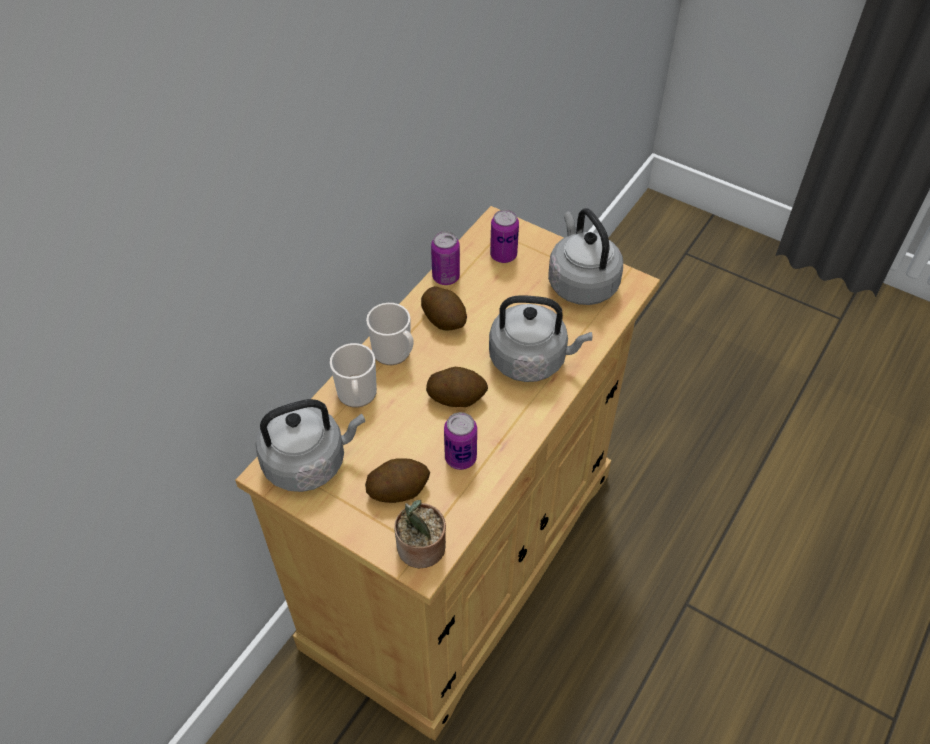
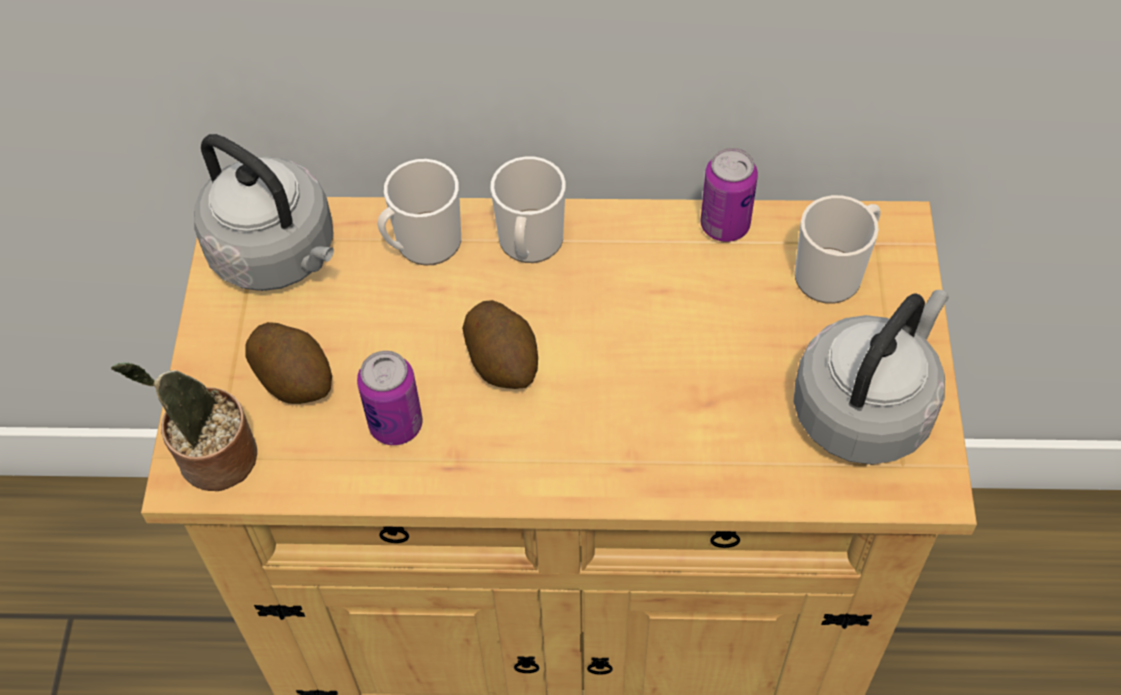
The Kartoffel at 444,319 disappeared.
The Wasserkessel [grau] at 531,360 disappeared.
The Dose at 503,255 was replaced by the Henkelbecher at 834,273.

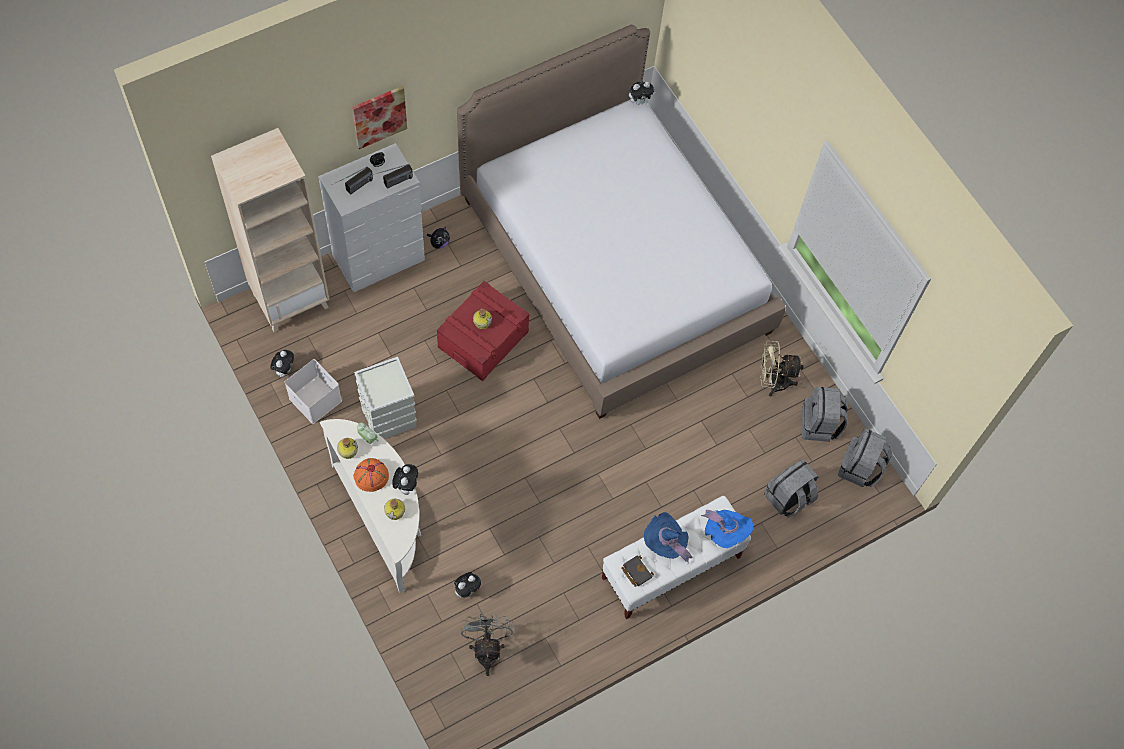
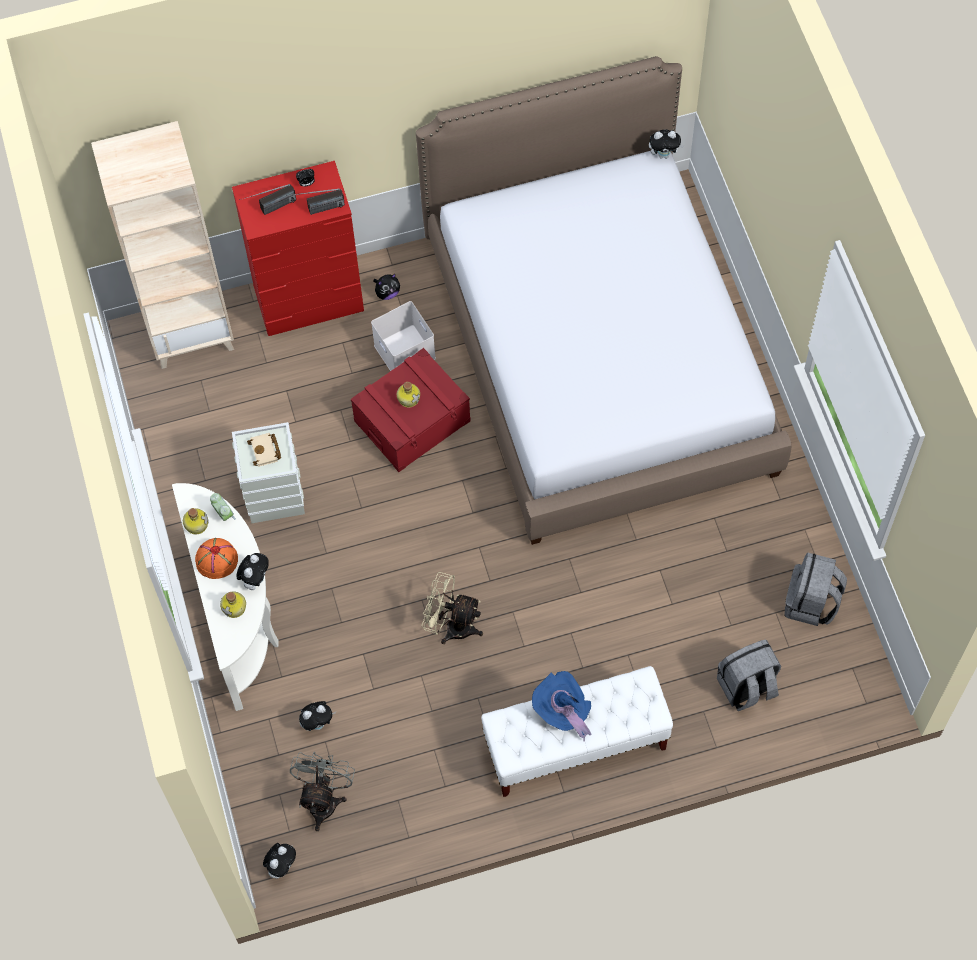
The Bild at 379,116 disappeared.
The Buch [schwarz] at 635,572 disappeared.
The Hut [blau] at 725,532 disappeared.
The Rucksack [grau] at 860,468 disappeared.
The Buch [beige] at 266,451 appeared.
The Plüschtier moved from 284,370 to 282,866.
The Aufbewahrungsbox [weiß] moved from 314,399 to 403,351.
The Ventilator [beige] moved from 773,382 to 452,626.
The Kommode [weiß] at 379,258 became the Kommode [rot] at 309,300.

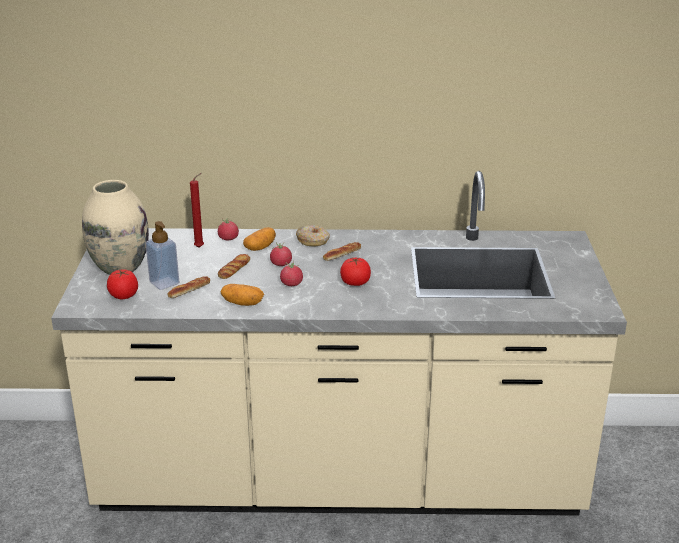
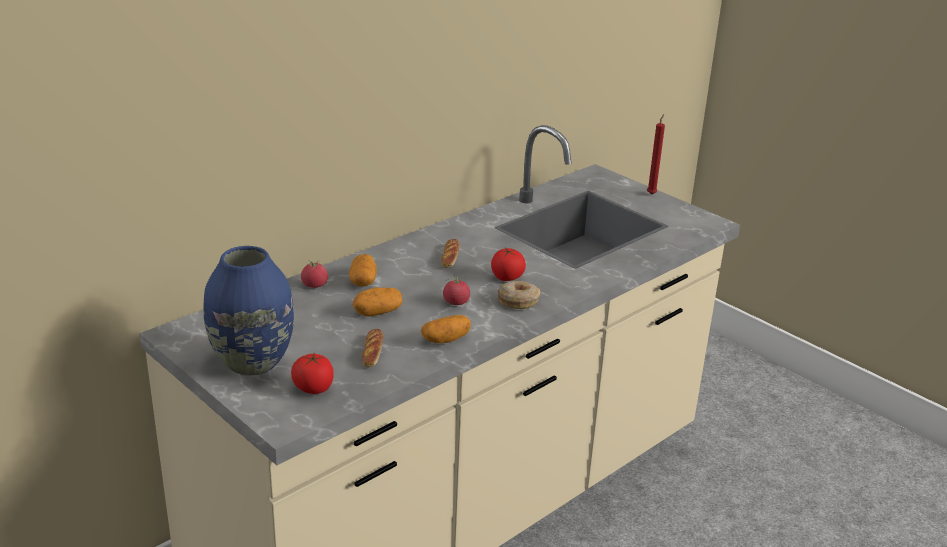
The Seifenspender at 164,283 disappeared.
The Tomate at 281,264 disappeared.
The Kerze [rot] moved from 200,247 to 652,194.
The Donut moved from 313,241 to 518,301.
The Brot at 234,269 was replaced by the Kartoffel at 377,312.
The Vase [beige] at 119,267 became the Vase [blau] at 251,362.

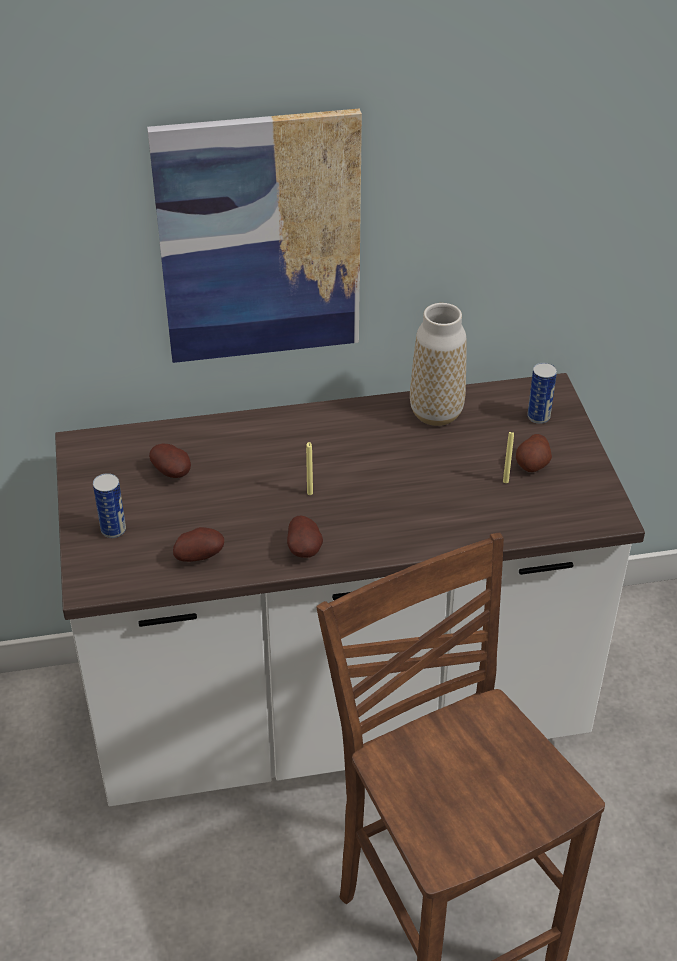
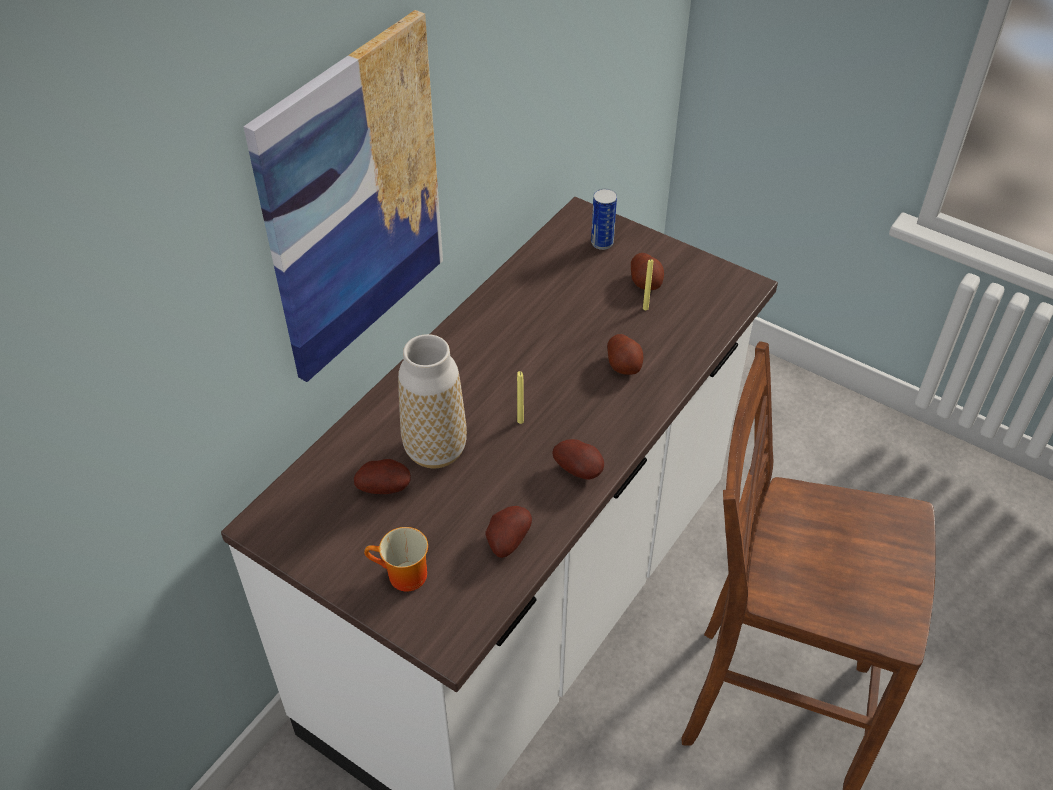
The Kartoffel at 624,365 appeared.
The Vase moved from 436,413 to 435,450.
The Dose at 113,530 was replaced by the Henkelbecher at 402,577.

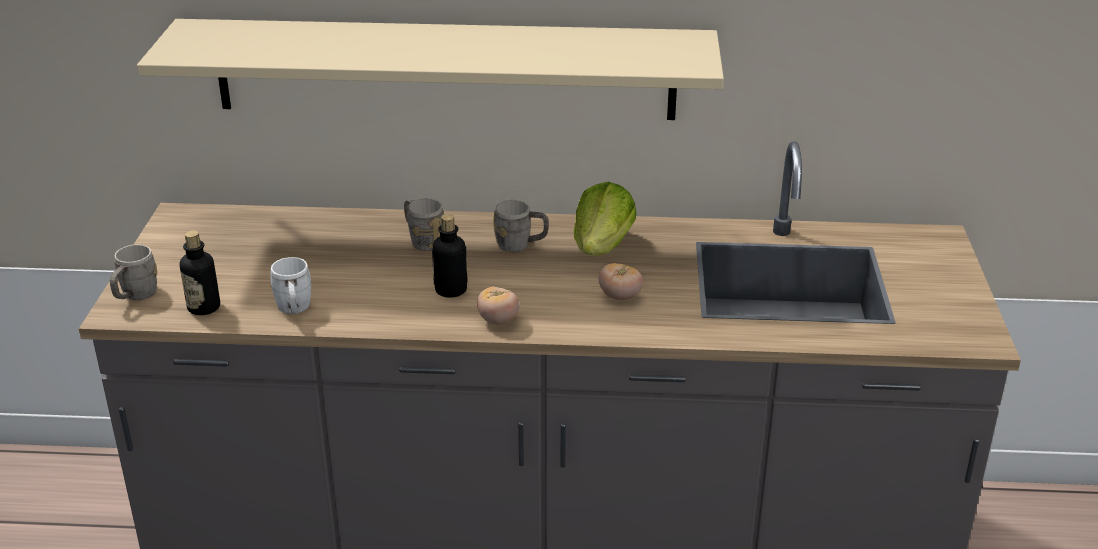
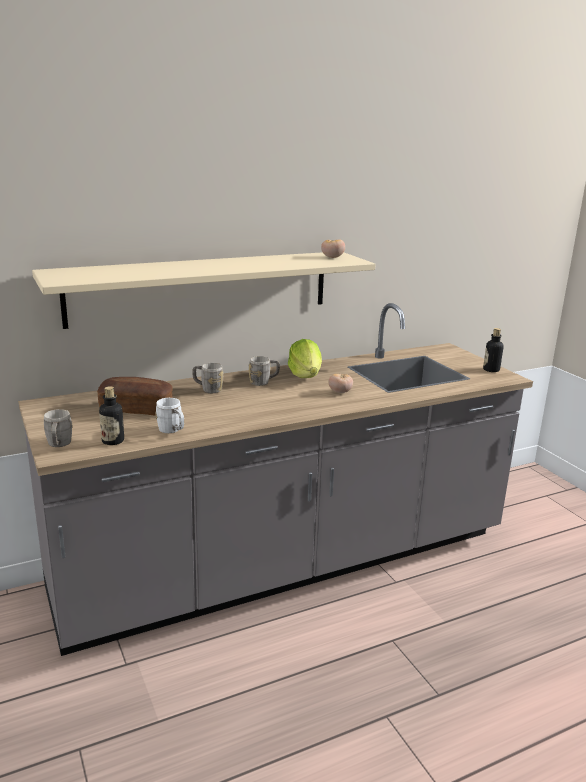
The Brot at 136,409 appeared.
The Flasche moved from 451,290 to 491,370.
The Tomate moved from 498,320 to 332,257.

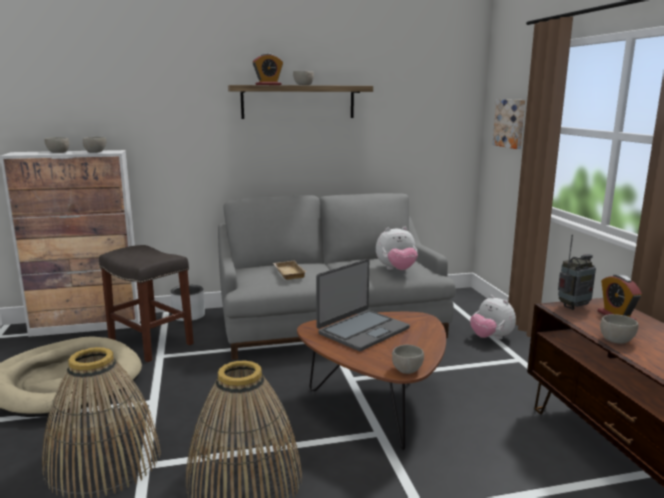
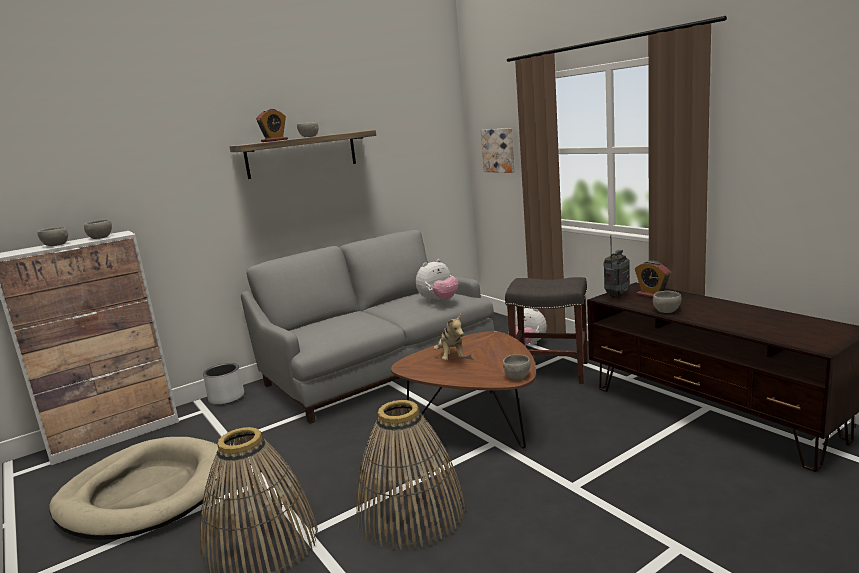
The Tablett [beige] at 288,273 disappeared.
The Hocker [grau] moved from 152,343 to 551,371.
The Laptop at 362,331 was replaced by the Plüschtier at 451,357.

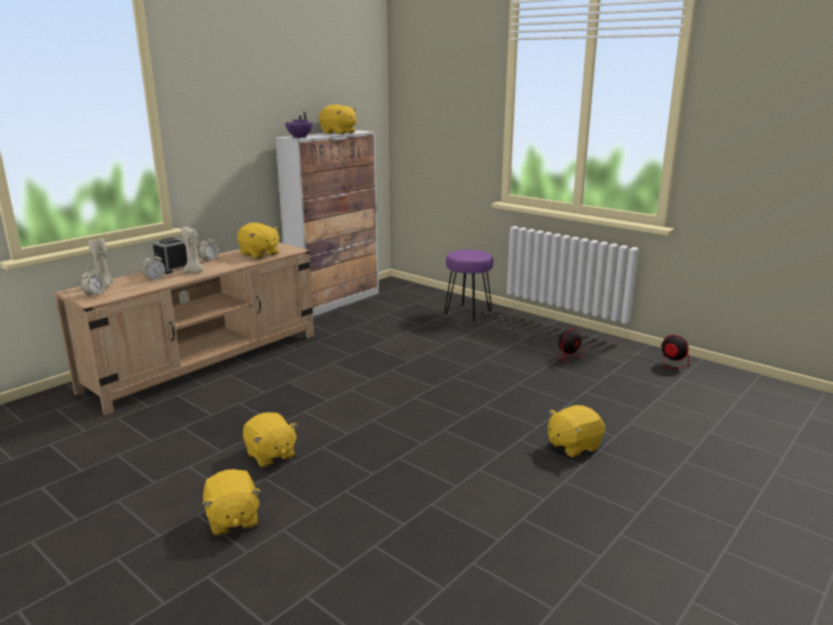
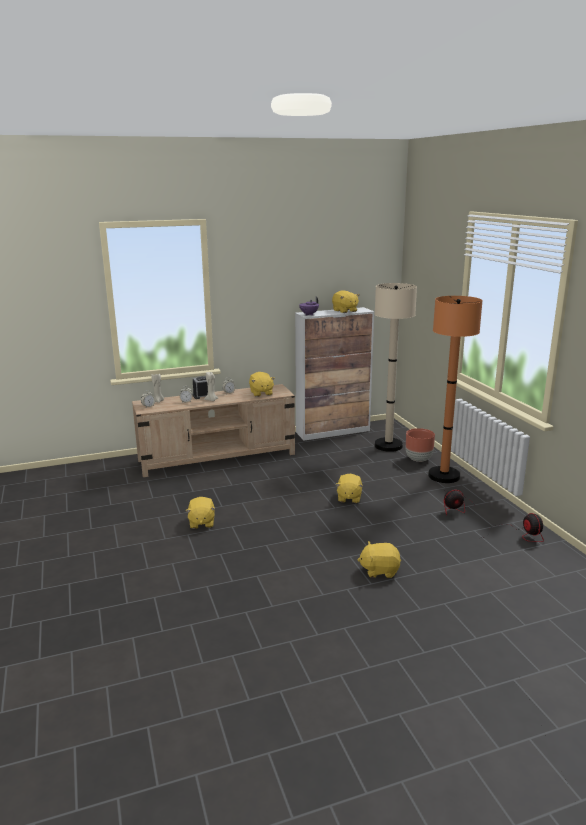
The Stehlampe [beige] at 388,446 appeared.
The Stehlampe [orange] at 444,476 appeared.
The Plüschtier [gelb] moved from 232,520 to 349,498.
The Hocker [lila] at 468,312 was replaced by the Pflanzkübel [braun] at 419,459.

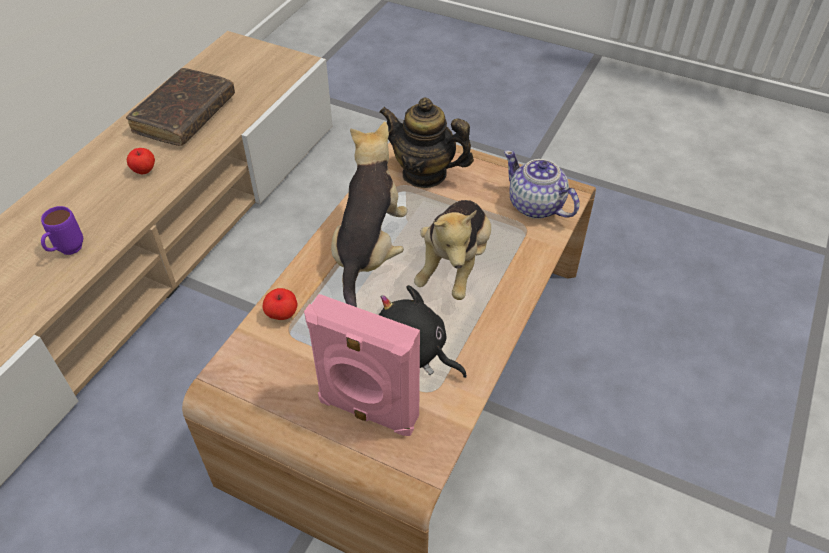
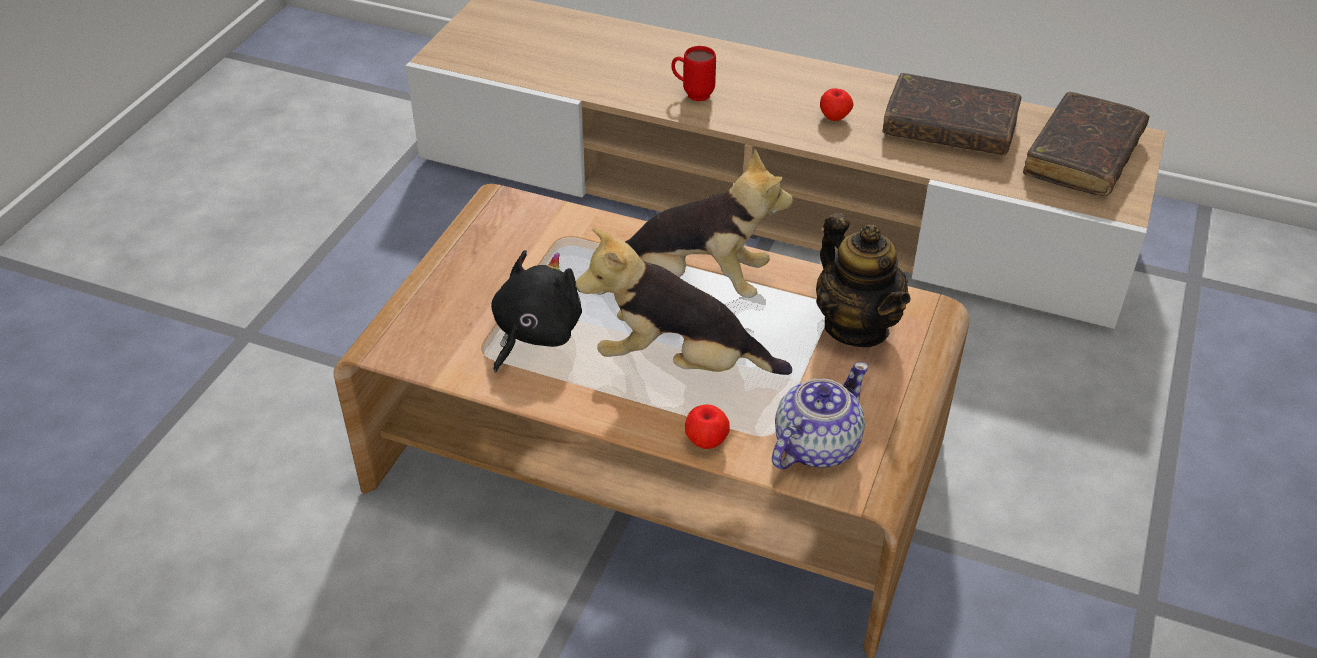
The Lautsprecher [rosa] at 367,411 disappeared.
The Buch [braun] at 1082,156 appeared.
The Apfel moved from 282,314 to 706,441.
The Henkelbecher [lila] at 67,251 became the Henkelbecher [rot] at 692,94.
The Teekanne at 424,173 turned 135 degrees clockwise.

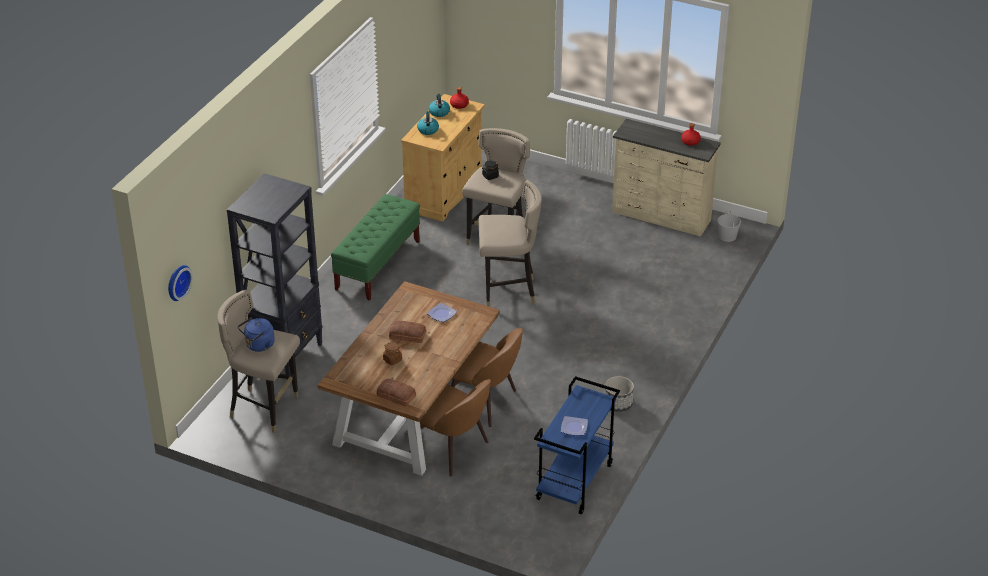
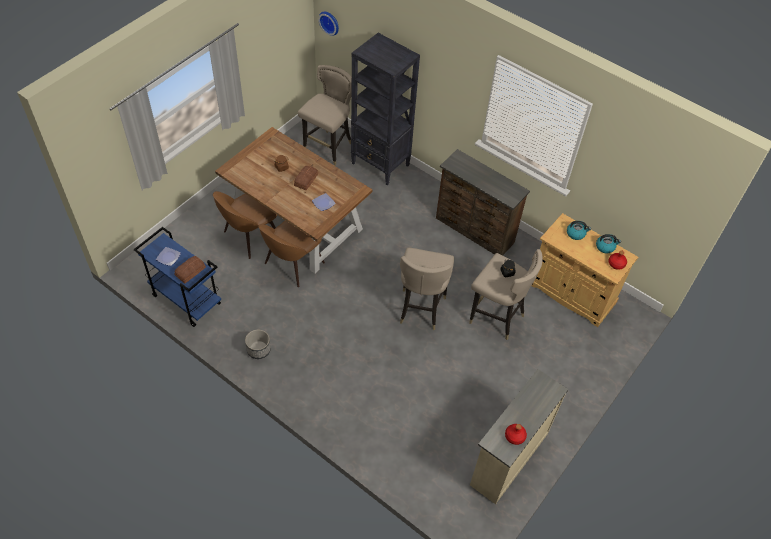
The Wasserkessel [blau] at 258,345 disappeared.
The Eimer [weiß] at 727,236 disappeared.
The Brot moved from 396,396 to 189,271.
The Bank [grün] at 378,265 was replaced by the Kommode [braun] at 474,231.

